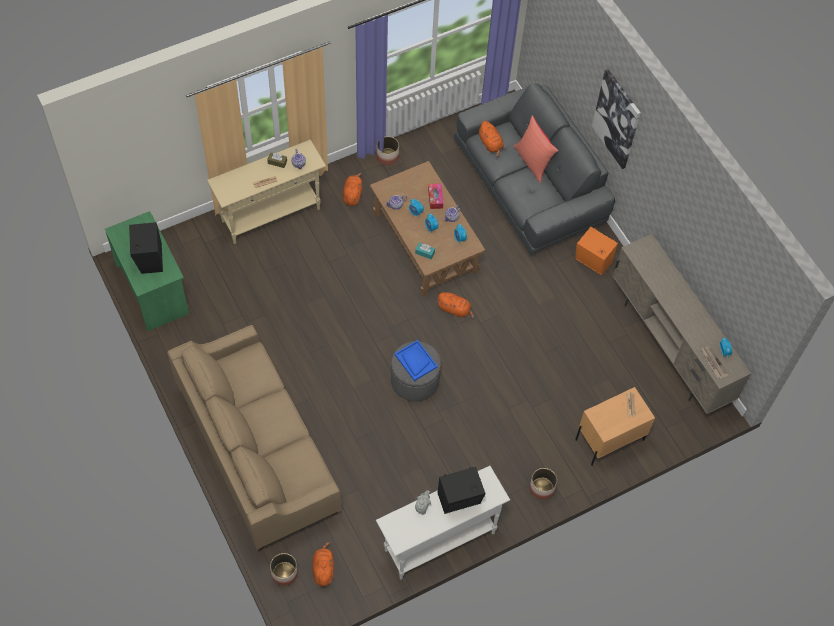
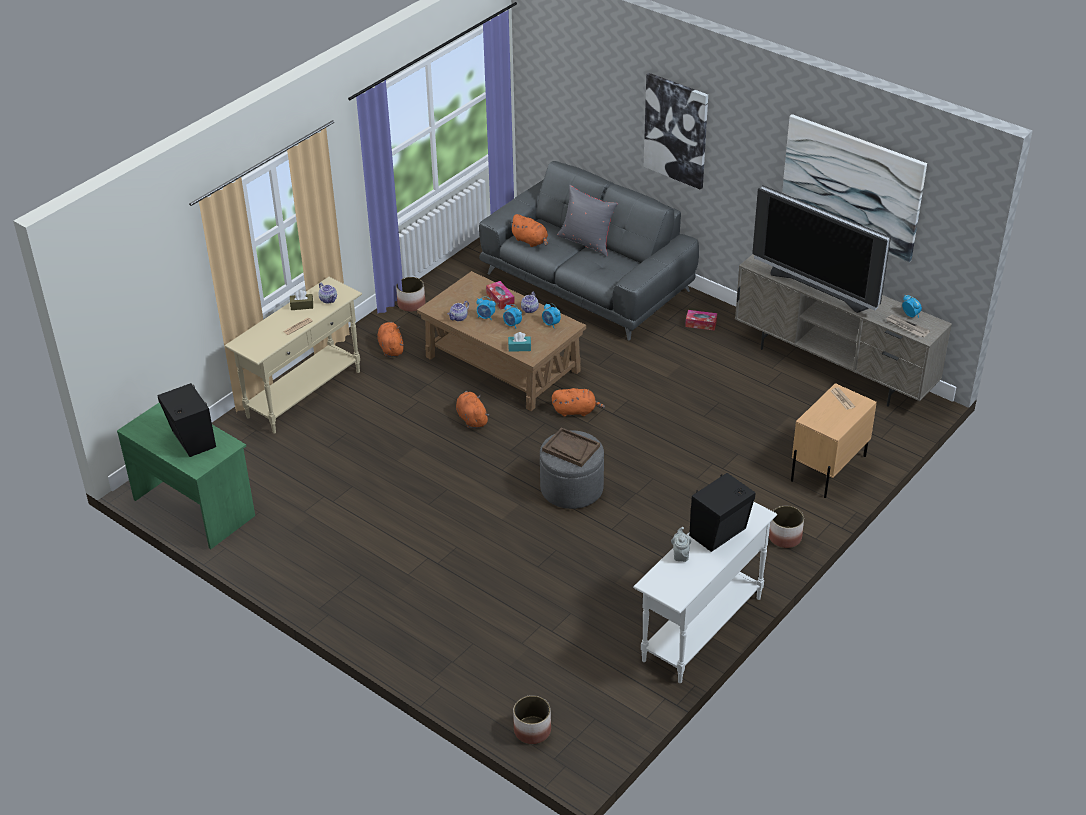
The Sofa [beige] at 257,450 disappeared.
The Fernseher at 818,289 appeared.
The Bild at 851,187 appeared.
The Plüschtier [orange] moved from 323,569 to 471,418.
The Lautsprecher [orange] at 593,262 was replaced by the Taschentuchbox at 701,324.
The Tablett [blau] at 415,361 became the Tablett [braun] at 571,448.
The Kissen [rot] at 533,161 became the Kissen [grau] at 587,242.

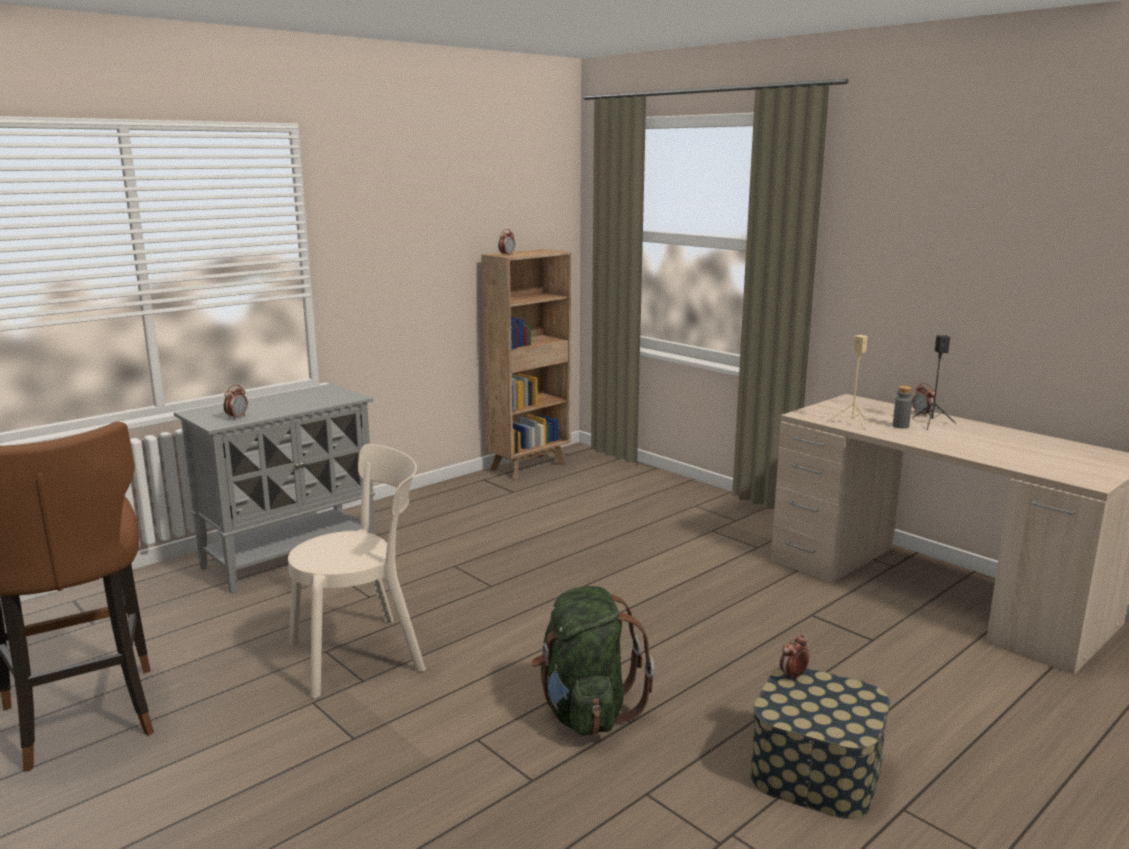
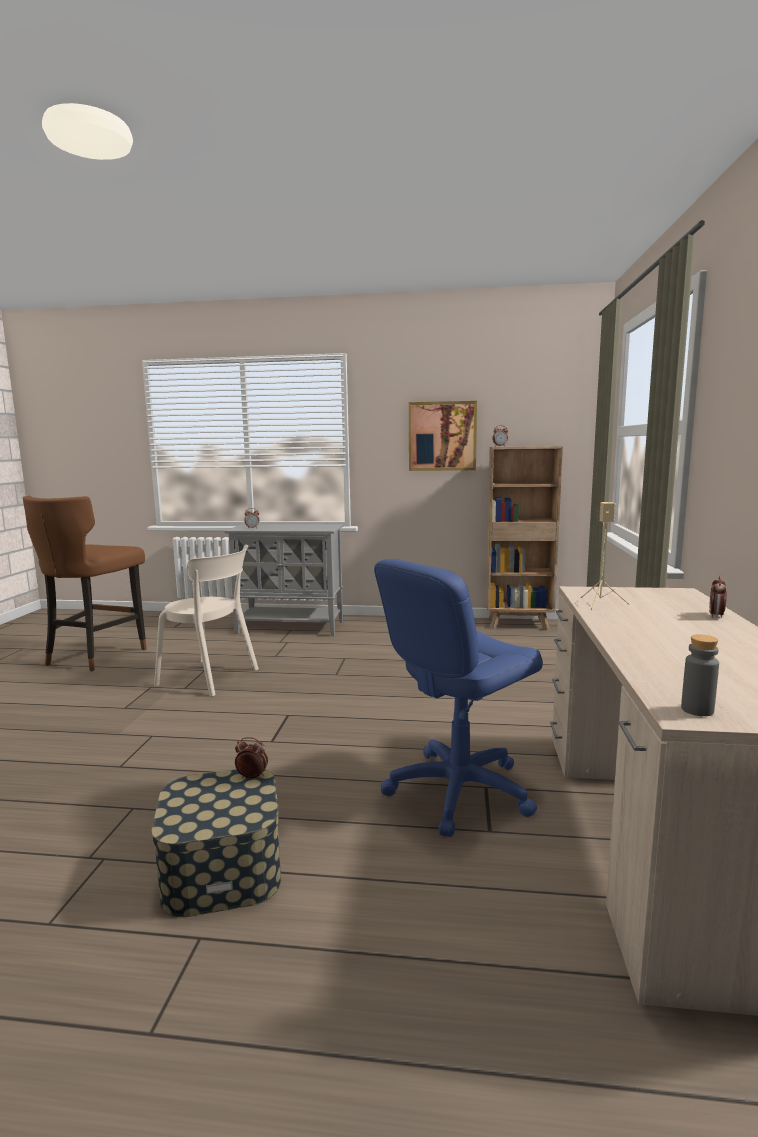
The Rucksack [grün] at 586,712 disappeared.
The Lautsprecher [schwarz] at 931,424 disappeared.
The Bürostuhl [blau] at 458,790 appeared.
The Bild at 442,436 appeared.
The Flasche [grau] moved from 900,426 to 697,710.

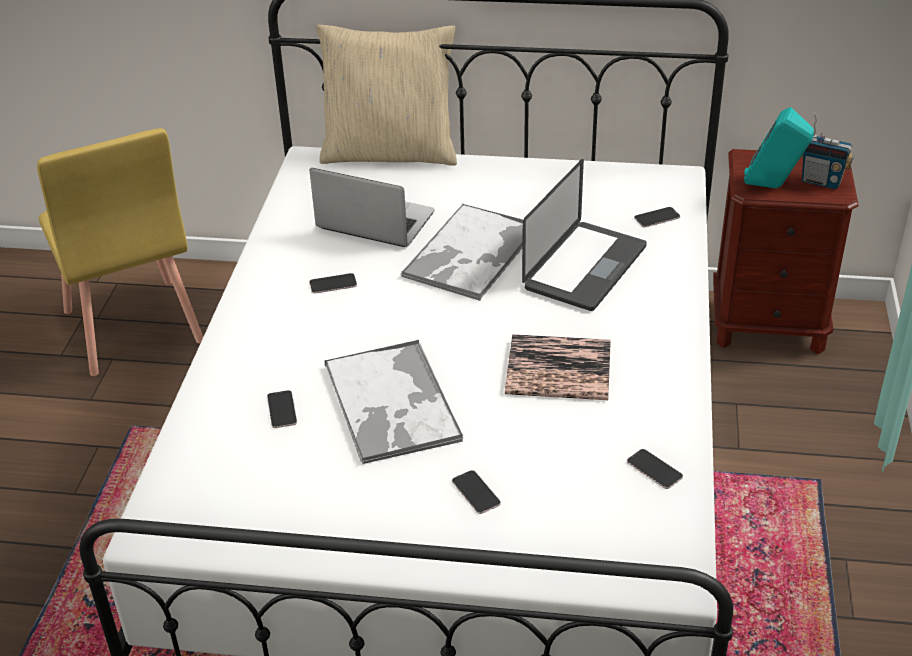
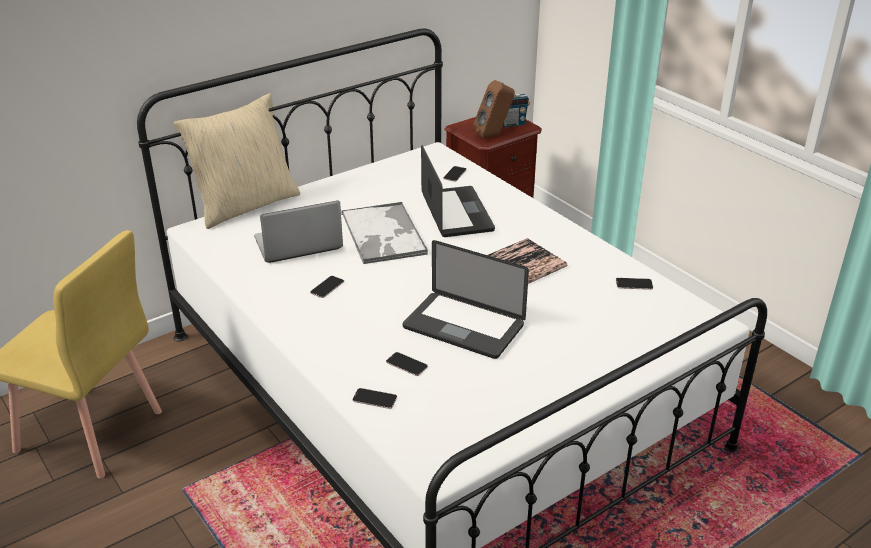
The Handy moved from 476,492 to 374,399.
The Tablett at 392,403 was replaced by the Laptop at 463,326.
The Lautsprecher [türkis] at 773,187 became the Lautsprecher [braun] at 494,135.

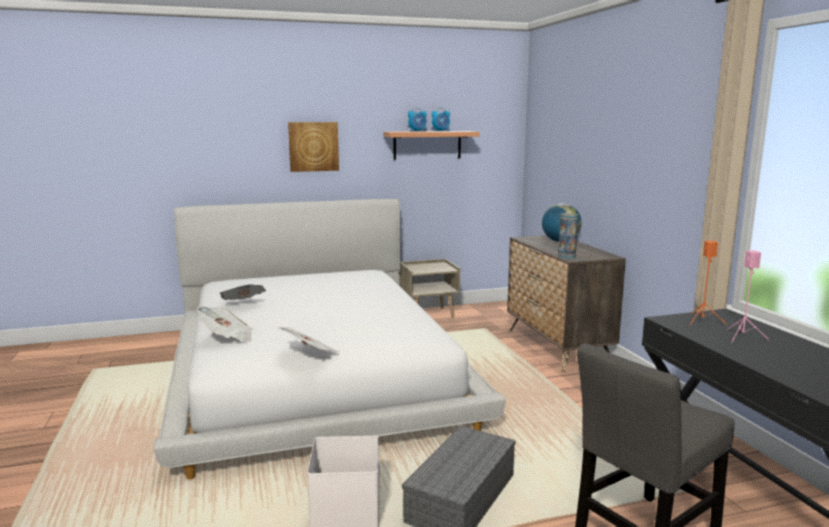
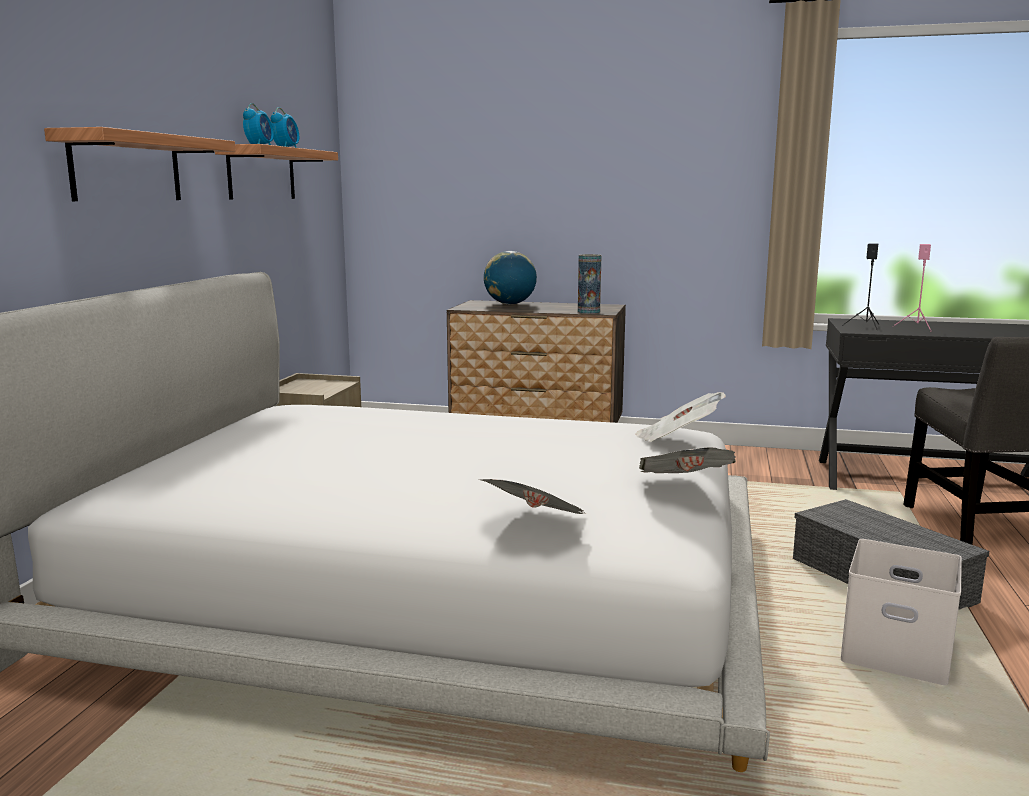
The Zeitung moved from 243,305 to 677,439.
The Bild at 313,146 was replaced by the Wandregal at 127,168.
The Lautsprecher [orange] at 702,321 became the Lautsprecher [schwarz] at 866,326.

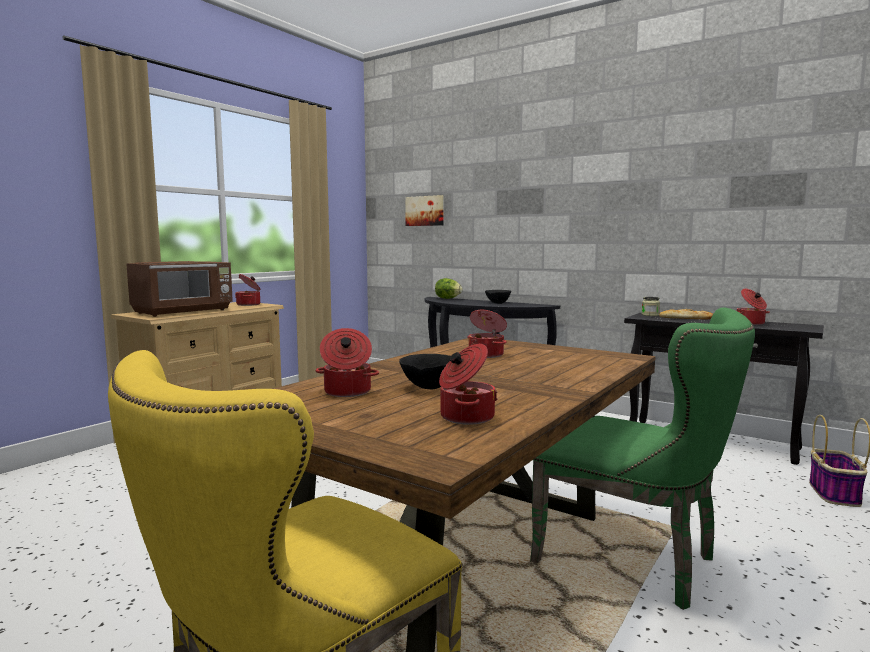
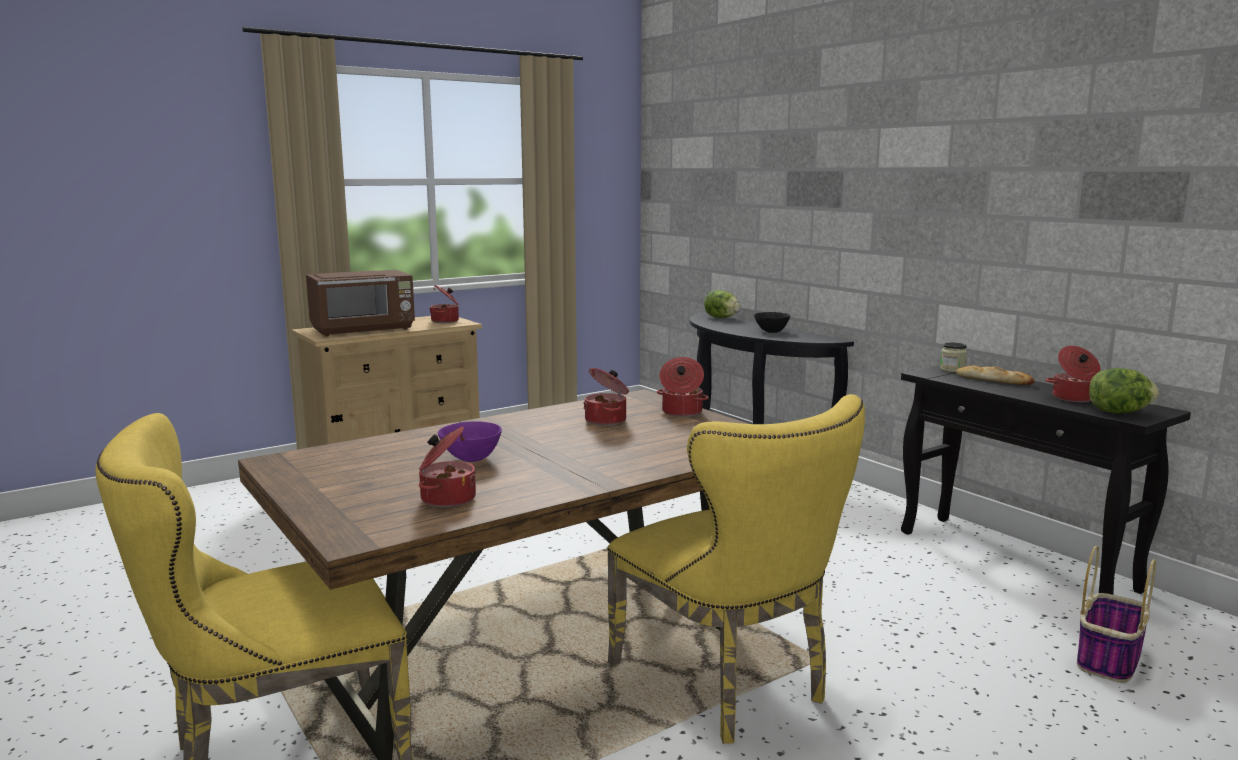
The Bild at 425,211 disappeared.
The Salatkopf at 1119,412 appeared.
The Kochtopf moved from 347,392 to 681,412.
The Schüssel [schwarz] at 428,387 became the Schüssel [lila] at 471,459.
The Stuhl [grün] at 637,560 became the Stuhl [gelb] at 729,685.

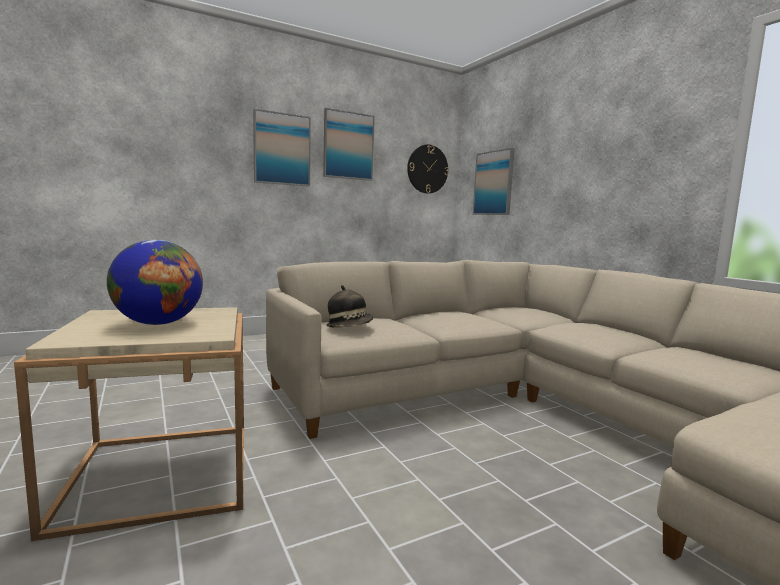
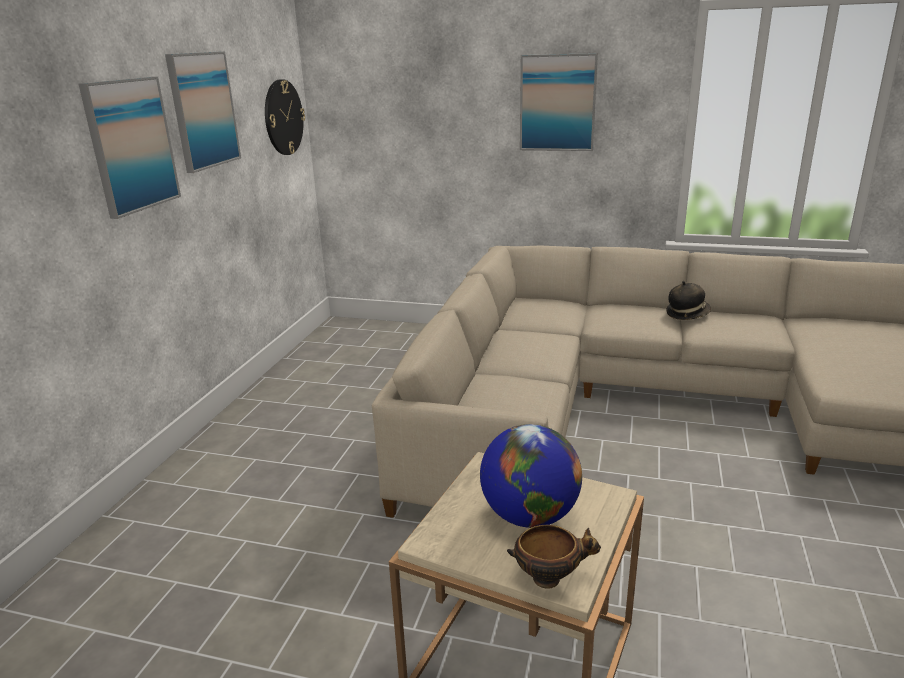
The Schüssel at 549,578 appeared.
The Hut moved from 350,327 to 687,314.
The Bild moved from 493,183 to 557,103.

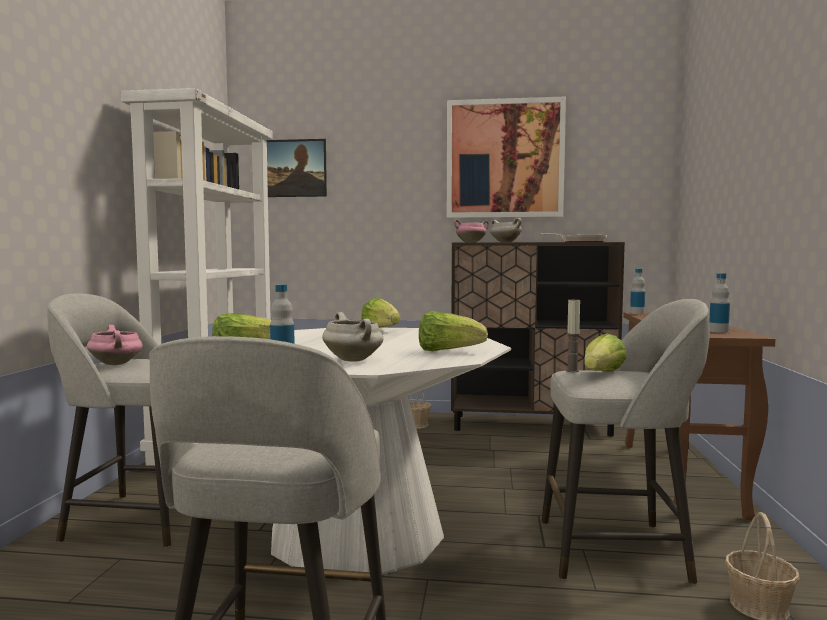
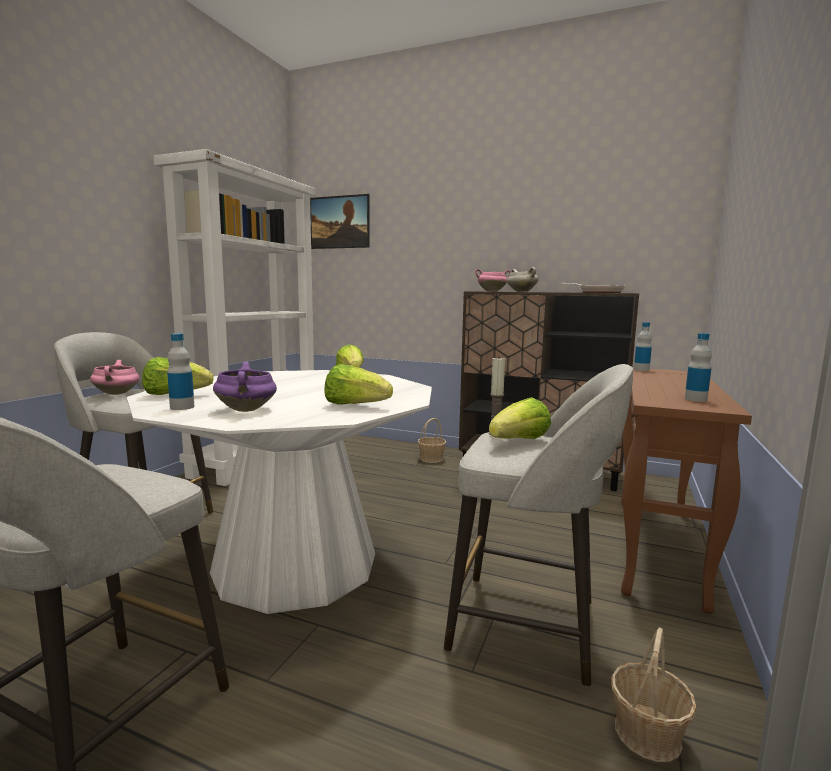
The Bild at 504,159 disappeared.
The Kochtopf [weiß] at 354,360 became the Kochtopf [lila] at 247,410.

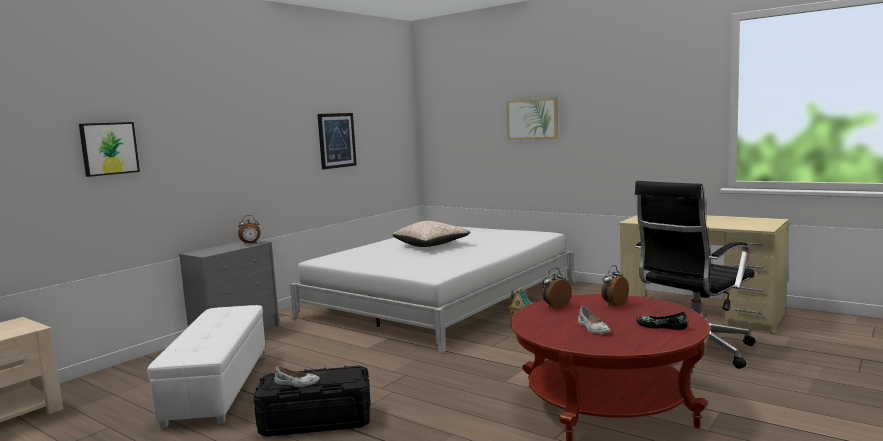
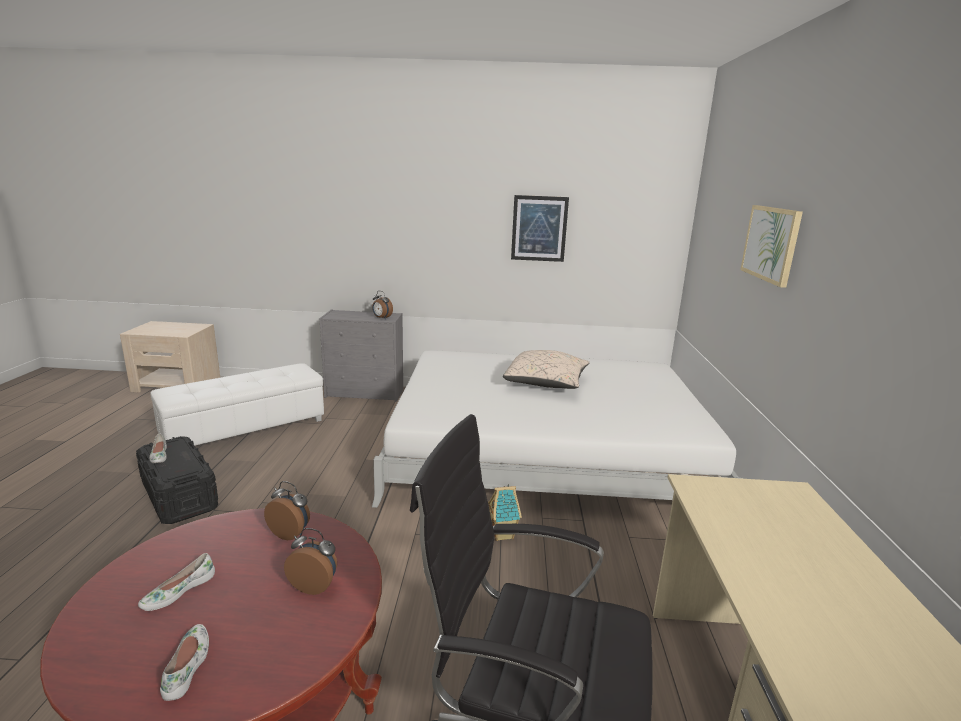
The Bild at 109,148 disappeared.
The Schuh [schwarz] at 661,326 became the Schuh [weiß] at 188,666.

